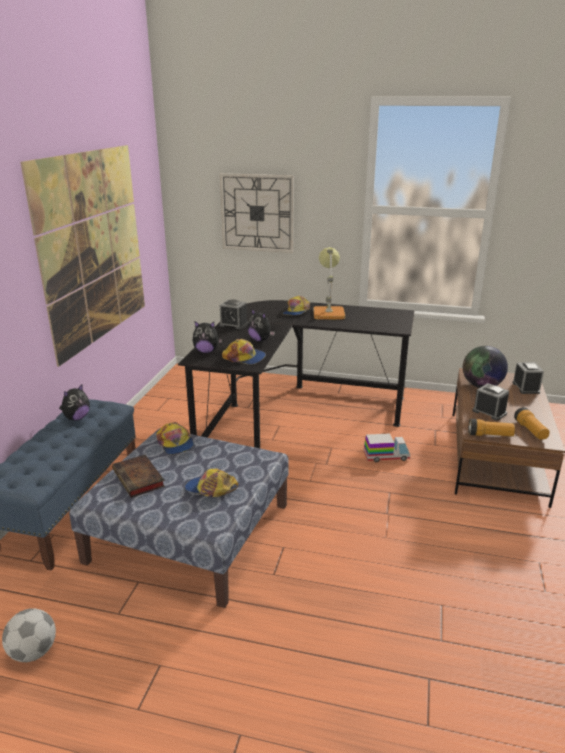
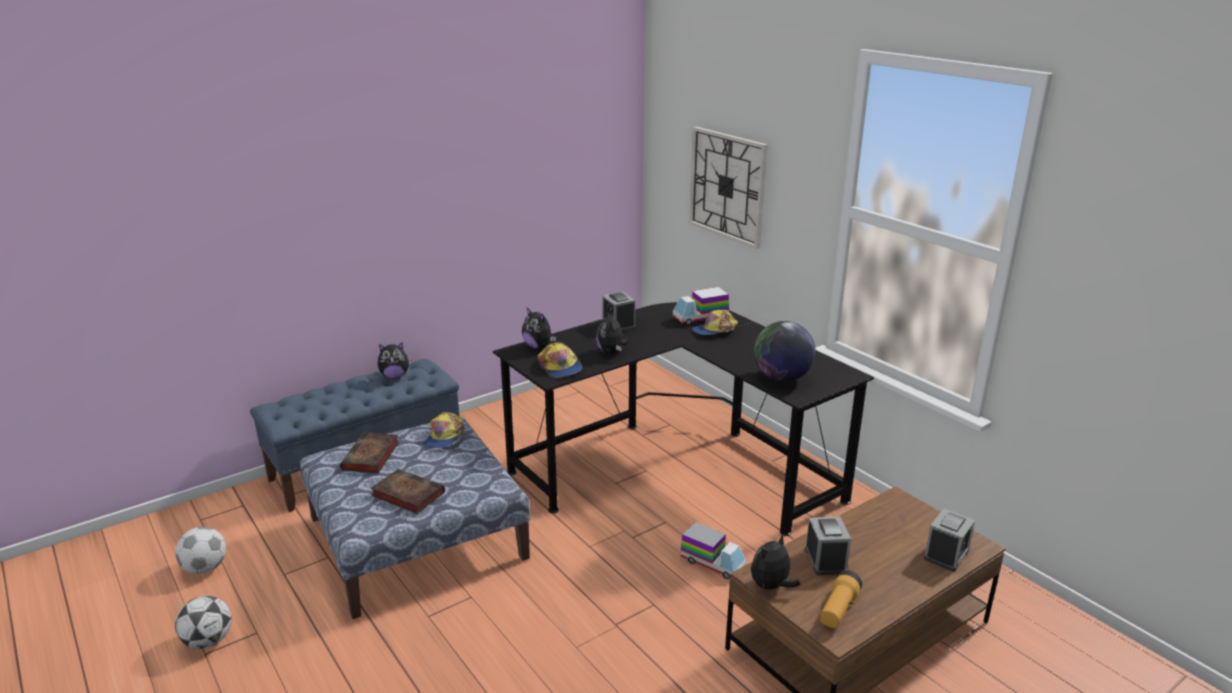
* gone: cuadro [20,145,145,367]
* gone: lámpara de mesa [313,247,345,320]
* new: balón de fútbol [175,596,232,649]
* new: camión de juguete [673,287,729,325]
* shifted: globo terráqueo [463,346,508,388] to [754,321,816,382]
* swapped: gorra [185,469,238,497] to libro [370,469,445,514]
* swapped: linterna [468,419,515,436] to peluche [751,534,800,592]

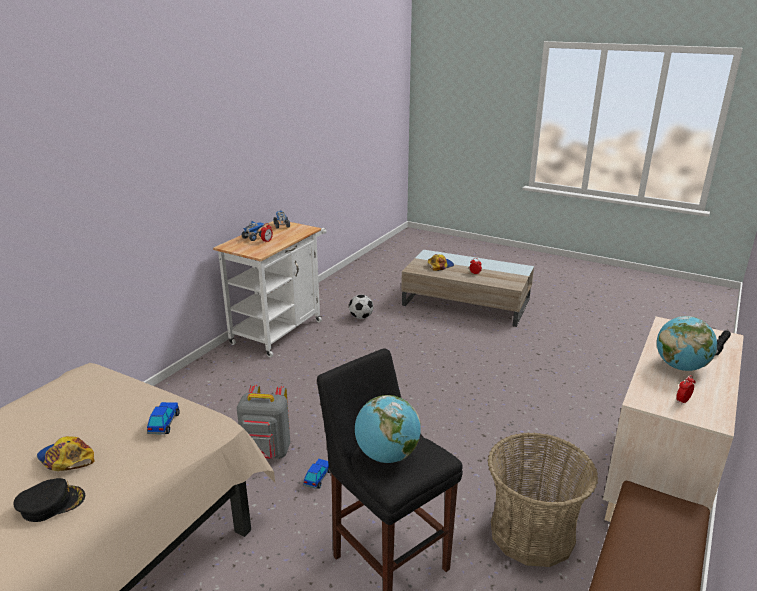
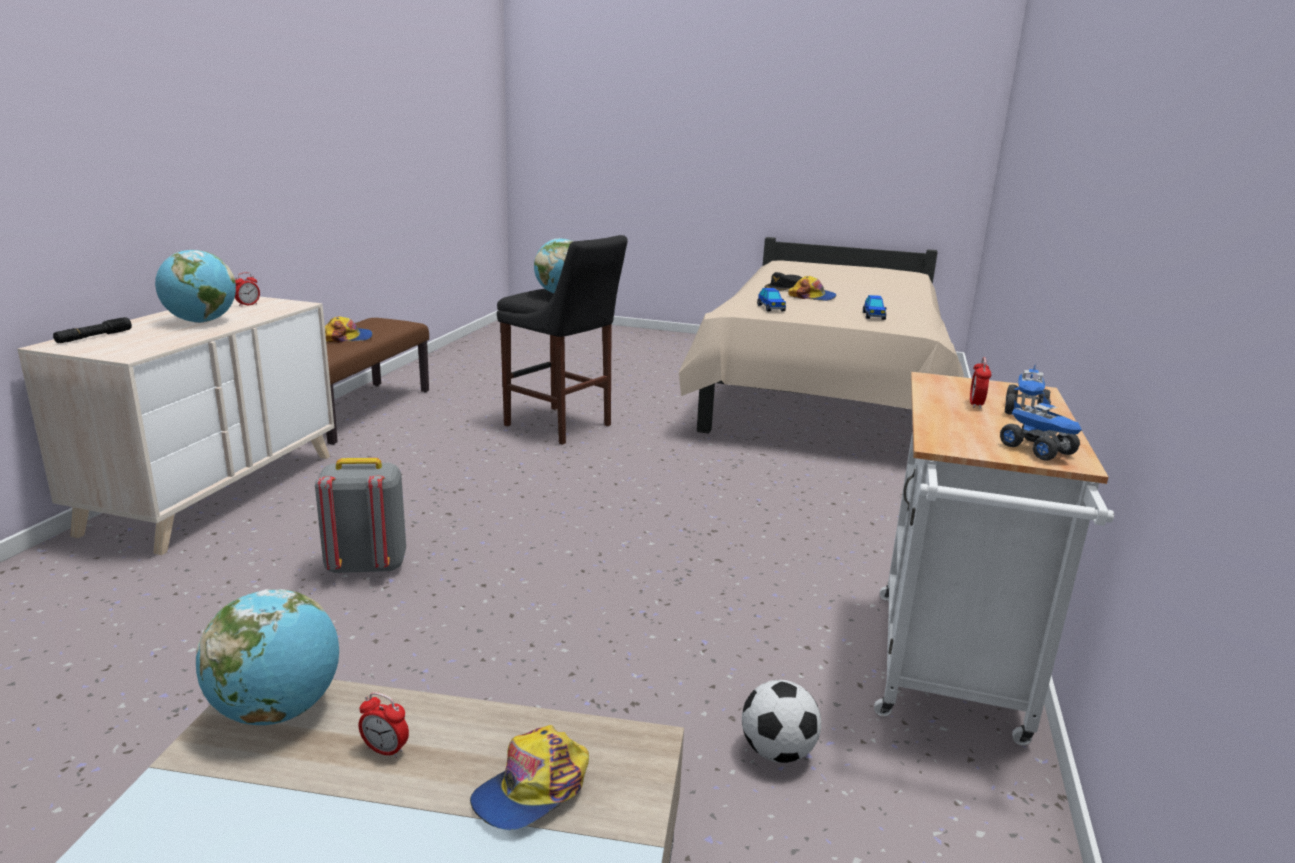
* gone: cesta [487,432,598,567]
* new: globo terráqueo [196,589,339,725]
* new: gorra [325,316,373,343]
* shifted: mochila (gris) [237,384,290,459] to [315,458,406,575]
* shifted: coche de juguete [303,459,330,489] to [863,295,887,320]

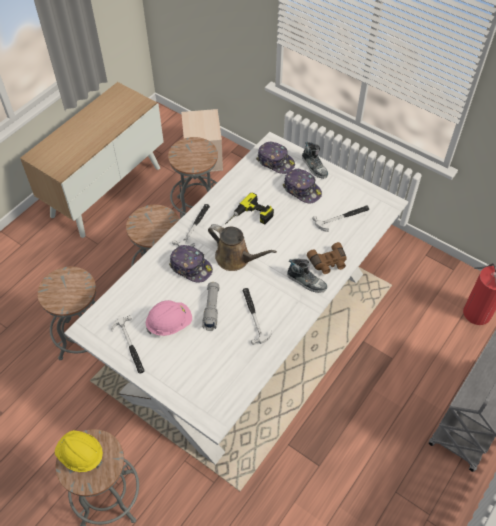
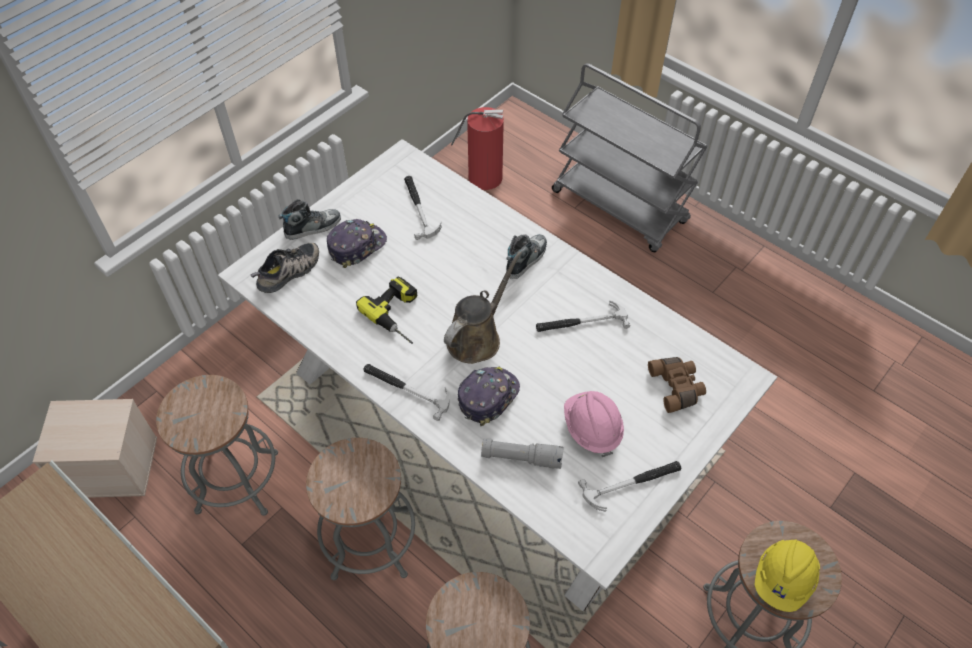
* shifted: linterna (gris) [202,282,219,331] to [481,438,563,469]
* shifted: prismáticos (marrón) [307,242,347,274] to [648,357,706,413]
* swapped: gorra [256,142,295,174] to zapato [251,243,319,293]

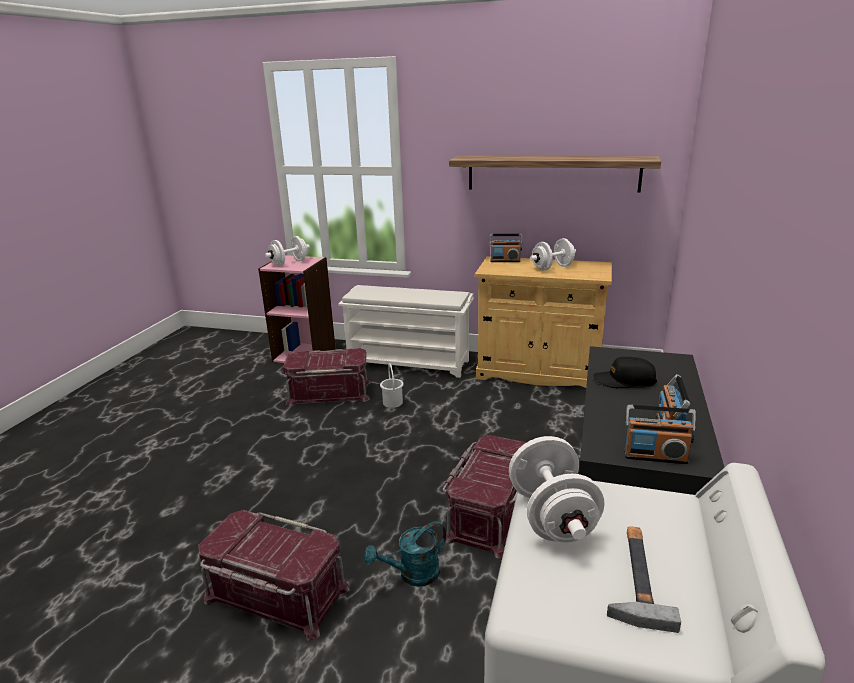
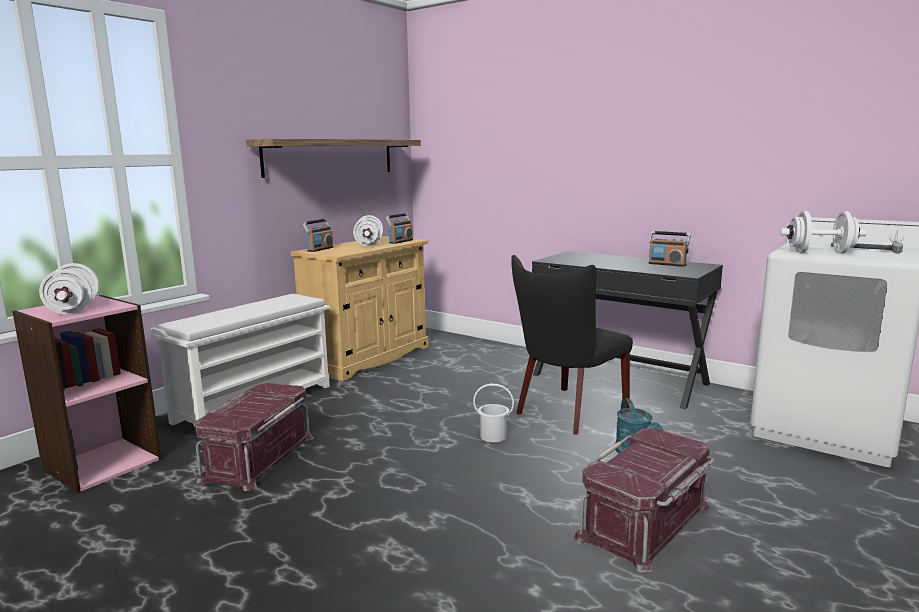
* gone: gorra (negro) [593,357,657,388]
* shifted: cubo (blanco) [380,363,404,408] to [473,384,514,442]
* shifted: radio [624,405,696,464] to [386,213,413,244]
* swapped: caja de almacenaje (rojo) [443,435,527,558] to silla (negro) [511,255,633,435]

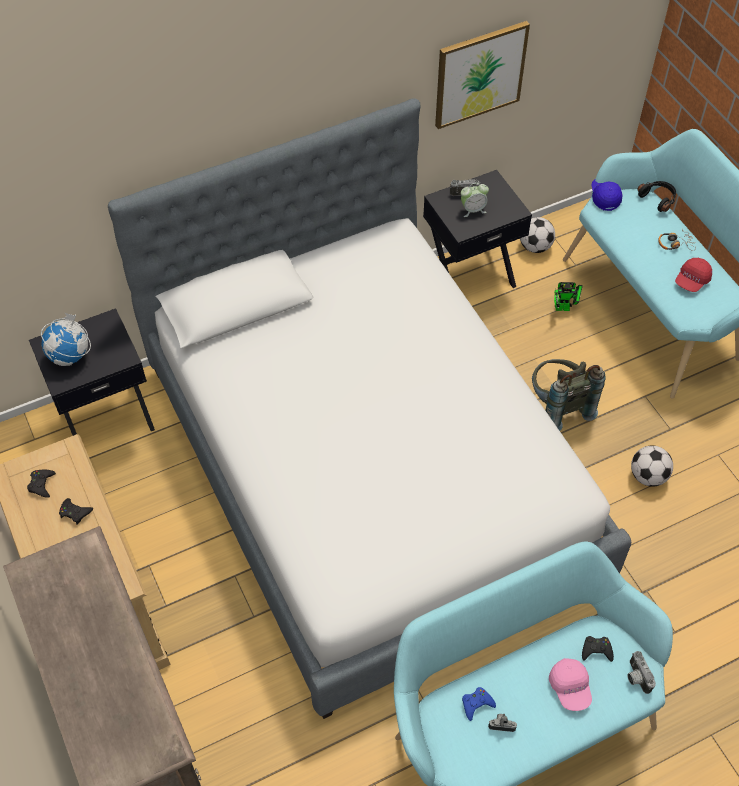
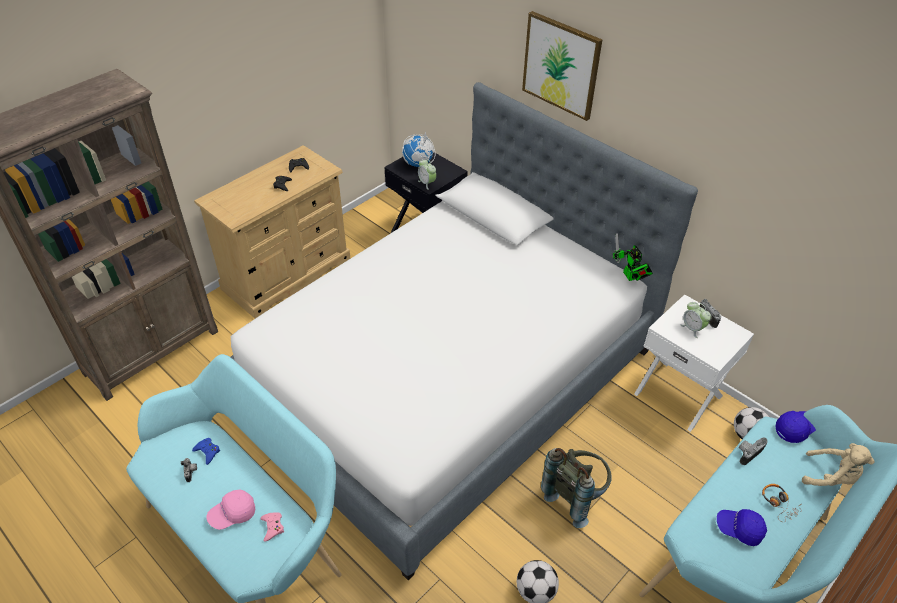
* new: despertador [418,159,436,190]
* shifted: cuadro [435,21,530,129] to [522,11,602,121]
* shifted: robot de juguete [554,282,583,311] to [613,233,653,281]
* shifted: cámara [627,651,656,694] to [739,437,768,465]
* swapped: auriculares (negro) [637,181,676,212] to peluche (beis) [802,443,875,486]
* repainted: mesita de noche (negro) [423,170,532,288] to mesita de noche (blanco) [634,294,754,432]
* repainted: mando de consola (negro) [582,636,614,662] to mando de consola (rosa) [260,512,284,542]
* repainted: gorra (rojo) [675,258,712,292] to gorra (azul) [717,509,767,546]

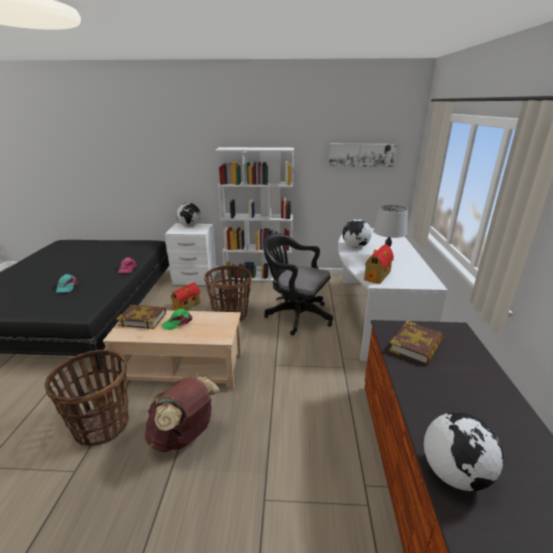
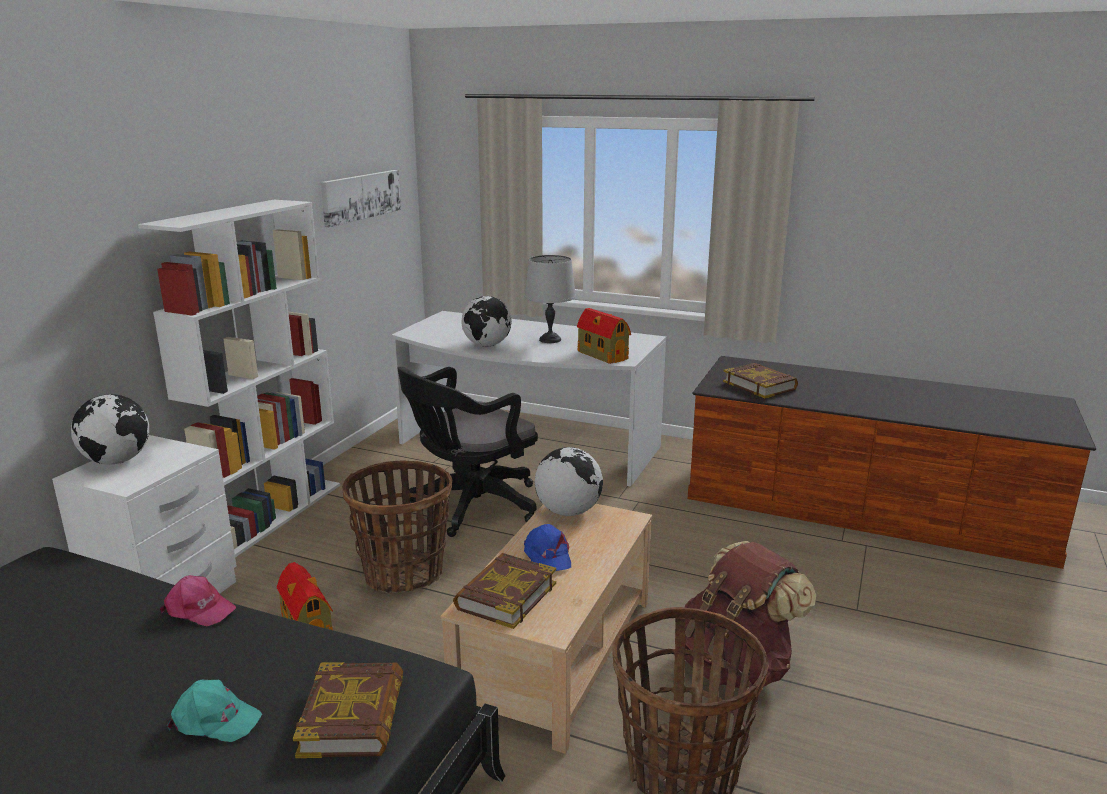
* new: libro [293,662,403,758]
* shifted: globo terráqueo [424,412,504,491] to [535,447,603,516]
* repainted: gorra (verde) [162,308,192,330] to gorra (azul) [524,524,571,571]

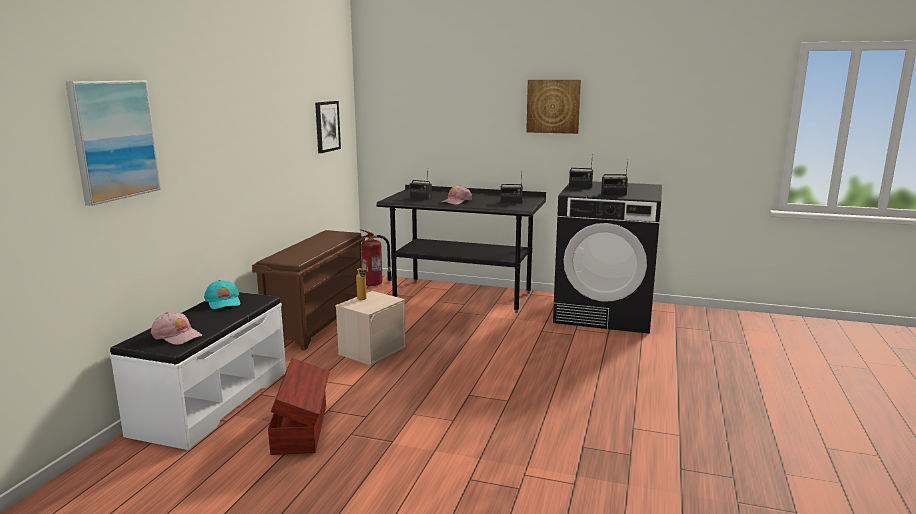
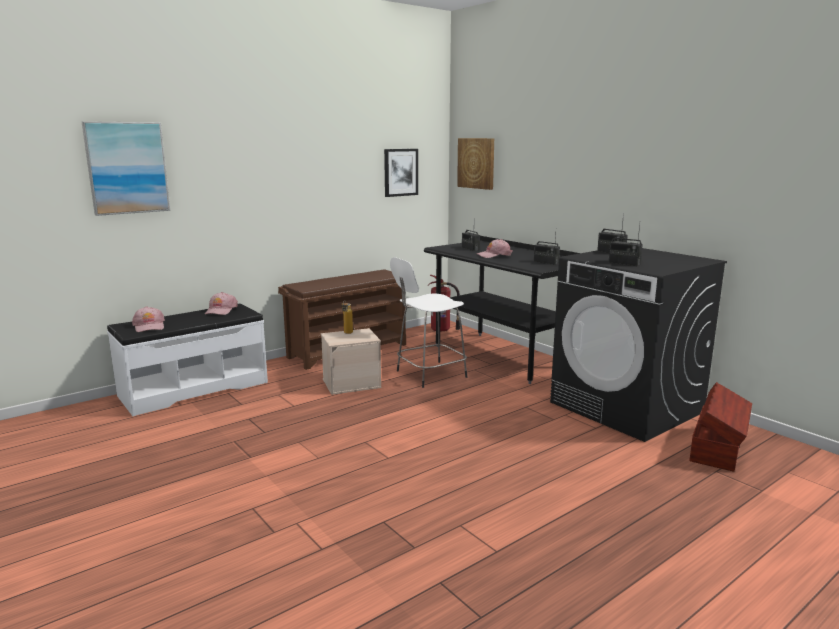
* new: taburete (blanco) [390,257,467,388]
* shifted: caja de almacenaje (marrón) [268,358,330,455] to [689,382,752,472]
* shifted: cuadro [526,80,581,134] to [457,138,494,190]
* repainted: gorra (turquesa) [204,280,240,309] to gorra (rosa) [205,292,238,315]

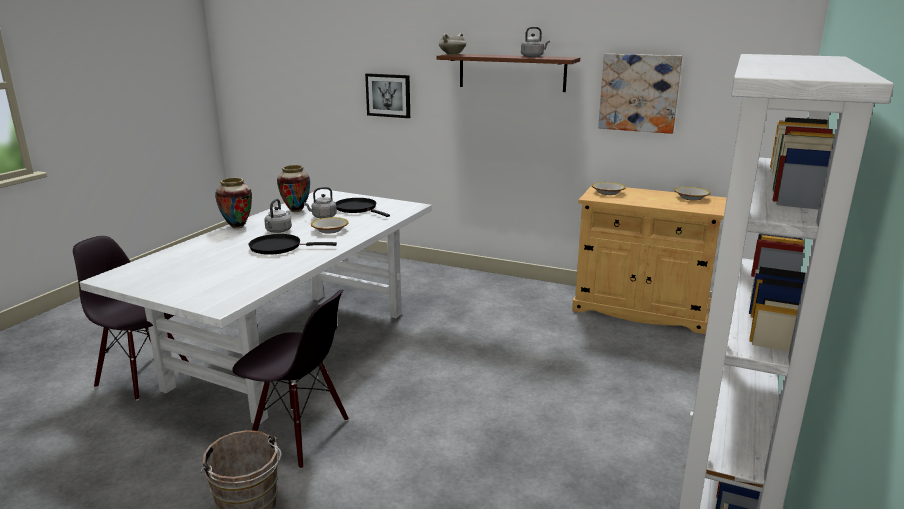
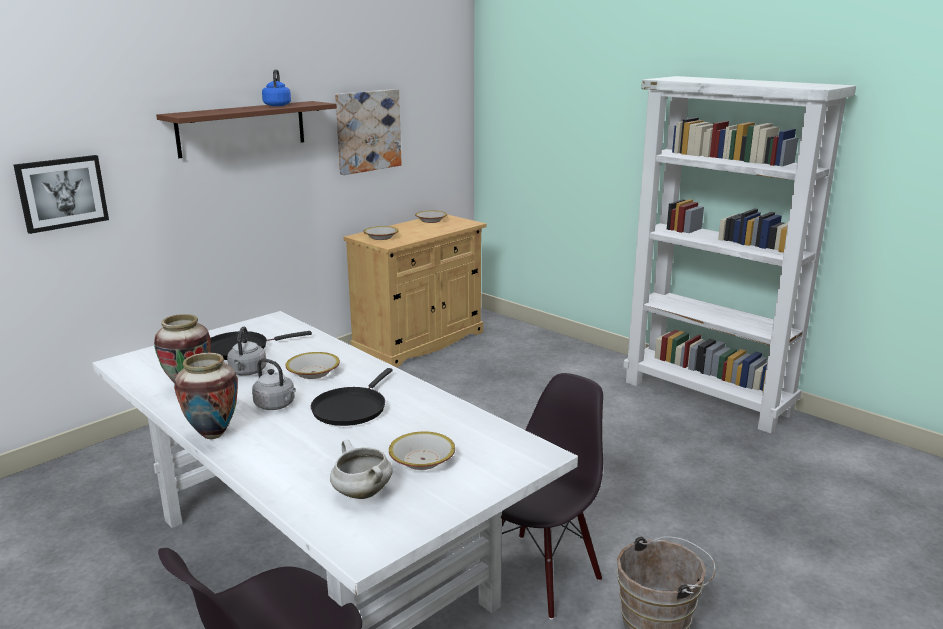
* new: cuenco [389,431,455,470]
* shifted: olla (blanco) [439,33,466,55] to [330,440,393,499]
* repainted: hervidor (gris) [521,27,550,57] to hervidor (azul) [262,69,291,106]

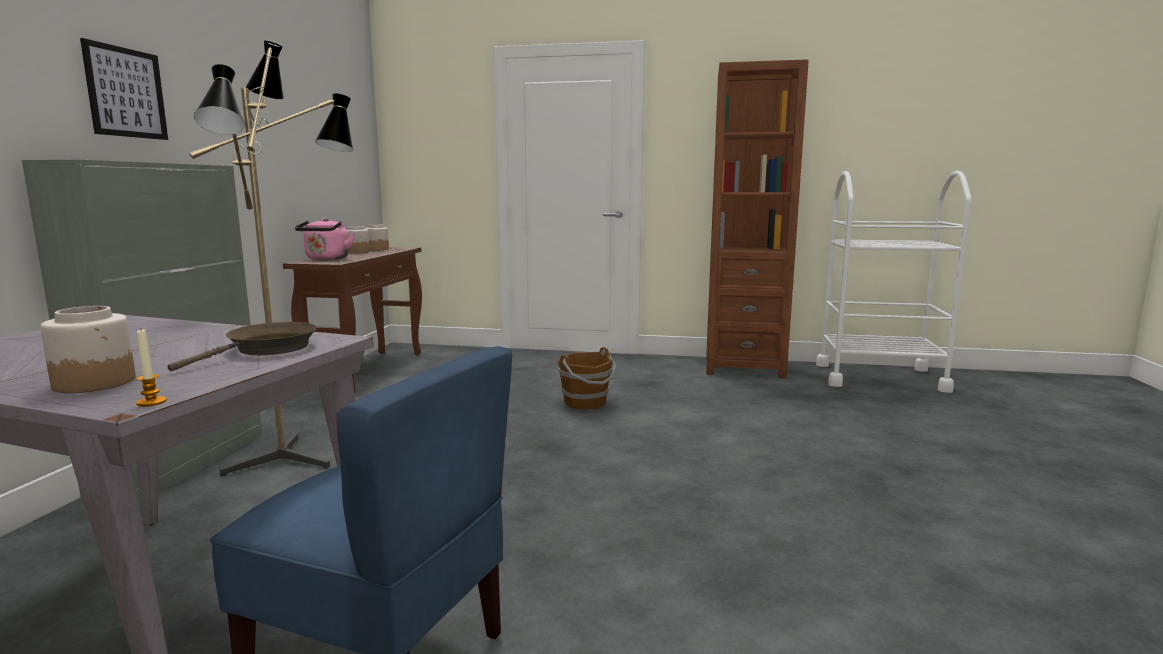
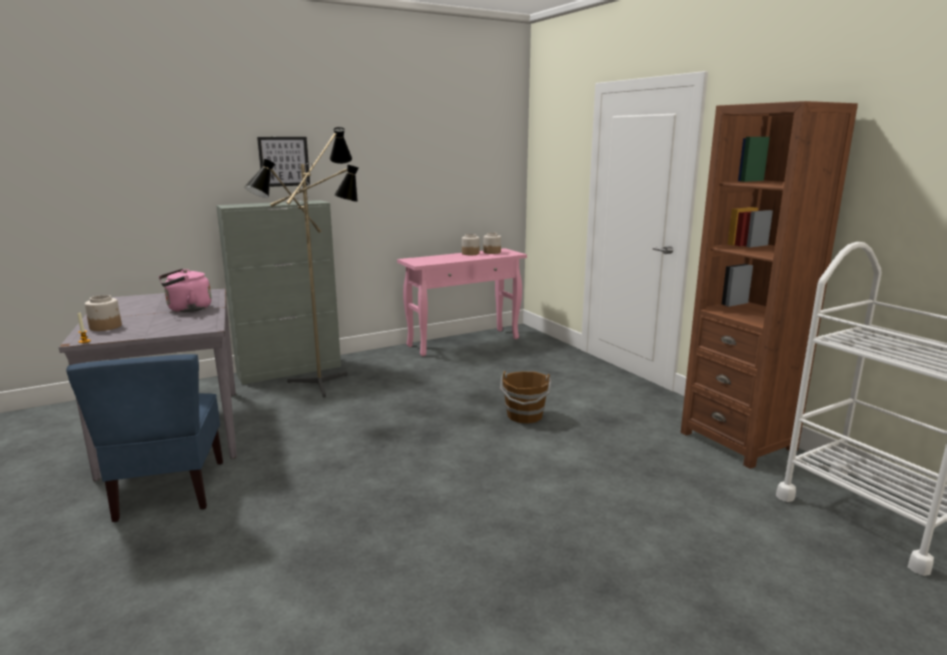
* gone: sartén (marrón) [167,322,317,371]
* shifted: hervidor (rosa) [295,218,355,260] to [159,269,212,312]
* repainted: mesa consola (marrón) [283,247,422,393] to mesa consola (rosa) [397,248,527,356]

